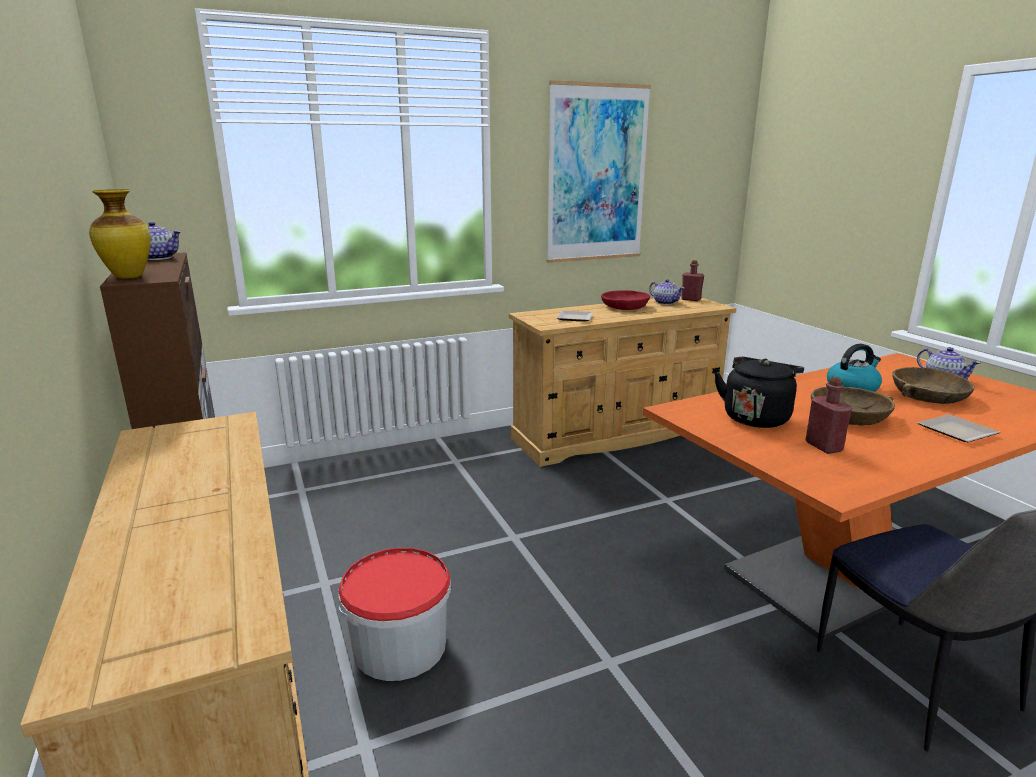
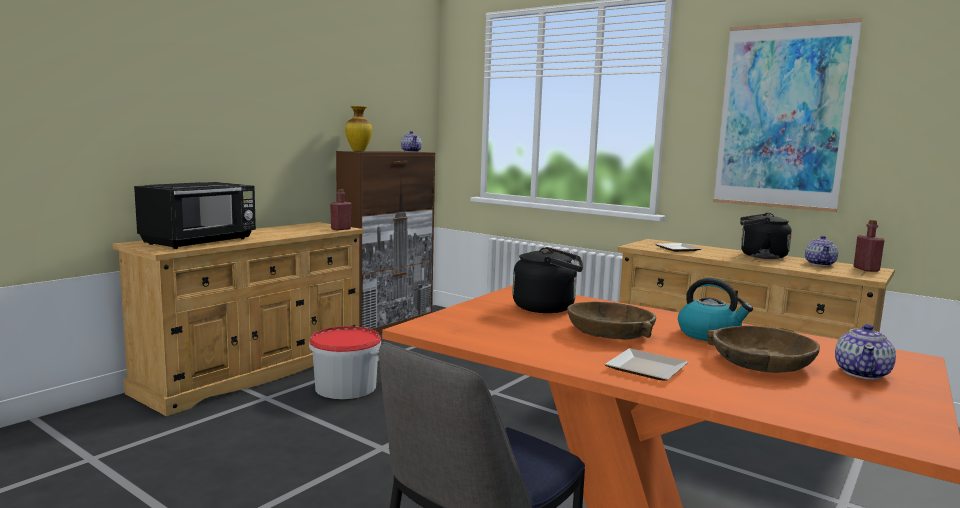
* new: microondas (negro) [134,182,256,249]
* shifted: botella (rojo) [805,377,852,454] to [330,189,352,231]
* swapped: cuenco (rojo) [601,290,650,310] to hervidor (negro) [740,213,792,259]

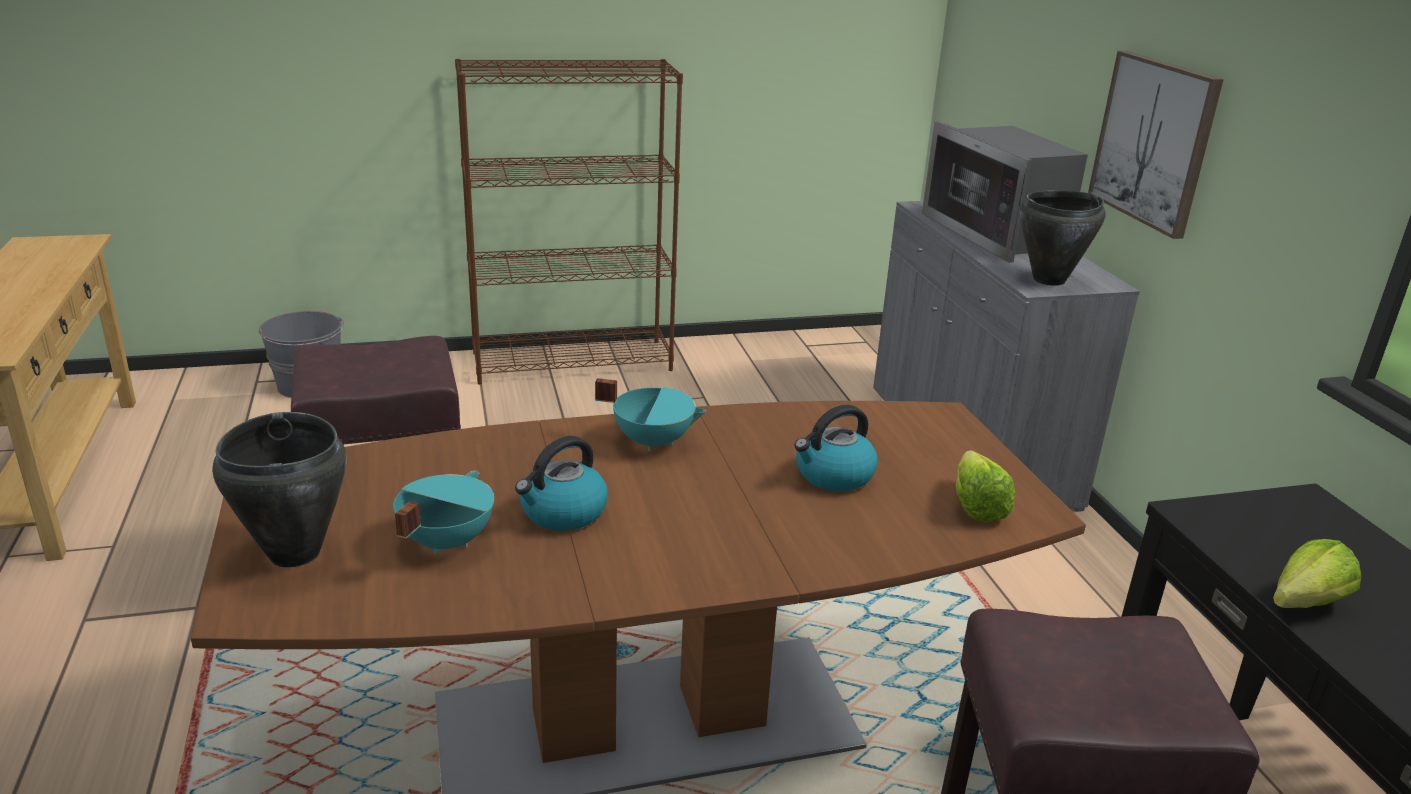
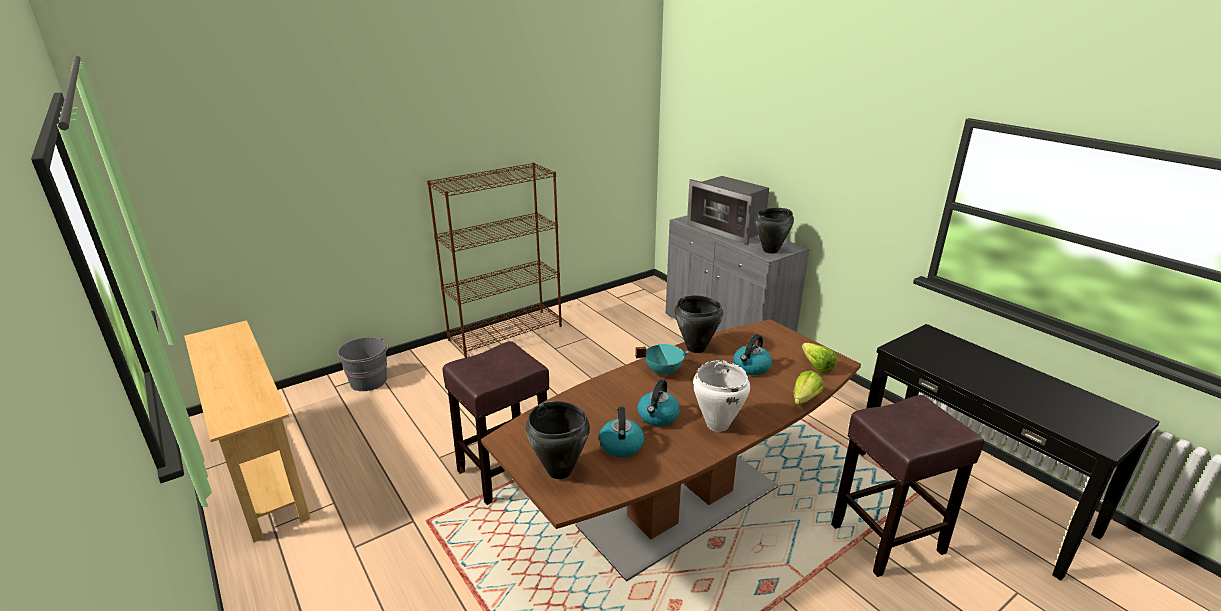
* gone: cuadro [1088,51,1224,239]
* new: olla (negro) [675,295,723,353]
* new: olla (blanco) [693,360,750,432]
* shifted: lechuga [1273,539,1361,608] to [794,371,824,405]
* swapped: olla (turquesa) [393,471,494,554] to hervidor [599,407,644,457]

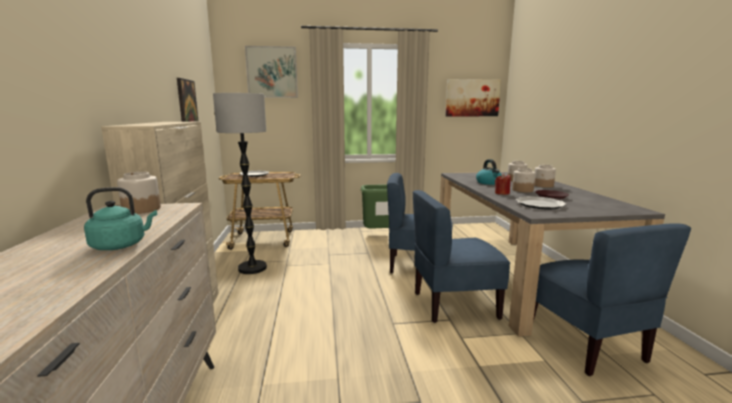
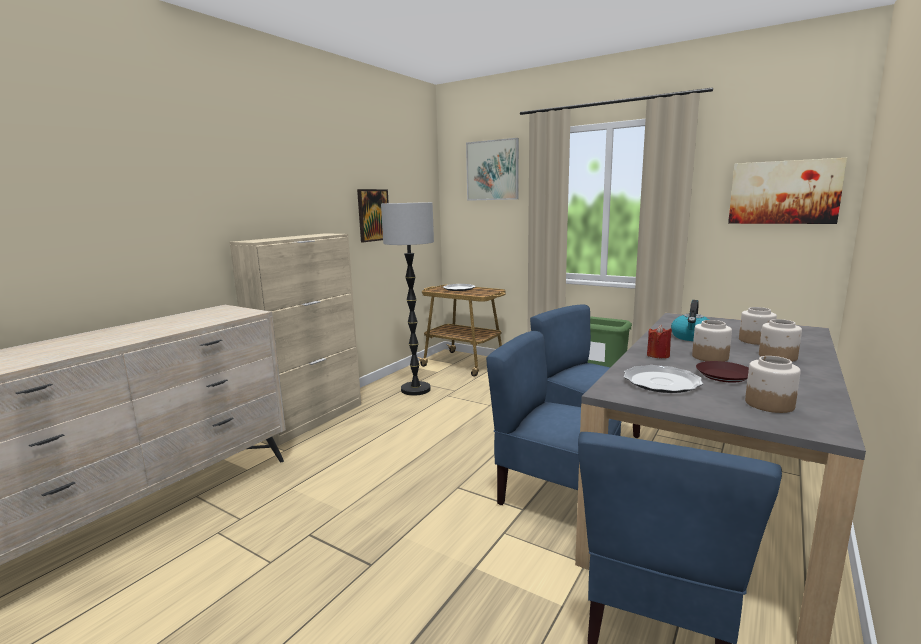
* gone: hervidor (turquesa) [84,187,157,250]
* shifted: tarro [117,172,161,214] to [745,356,801,413]

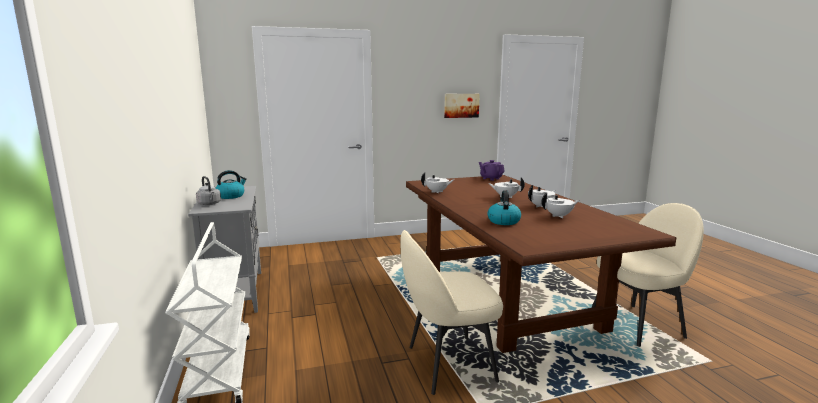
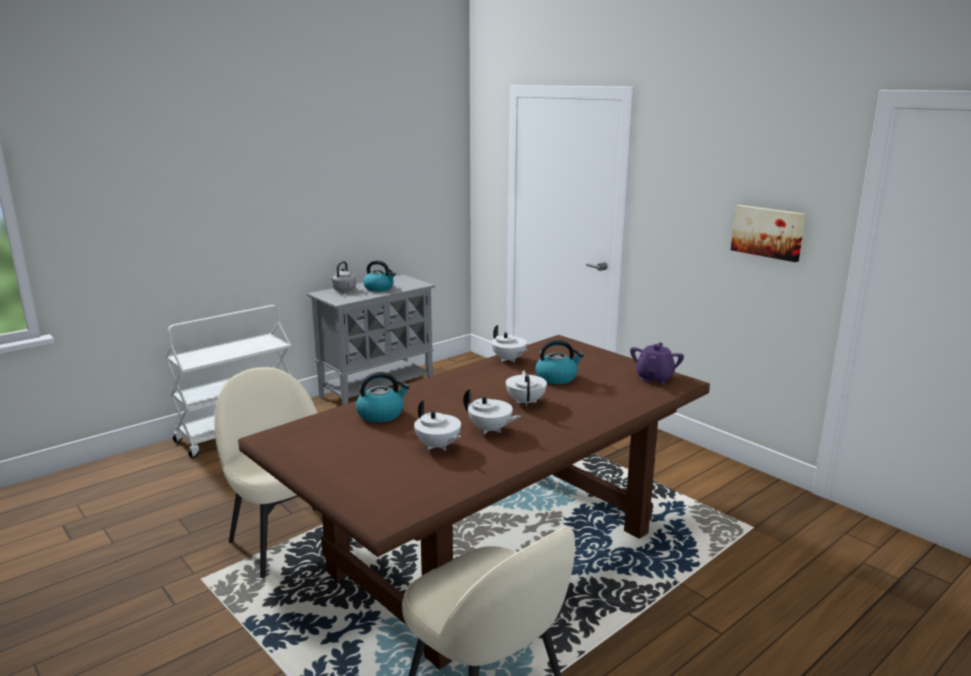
* new: hervidor [535,340,584,384]

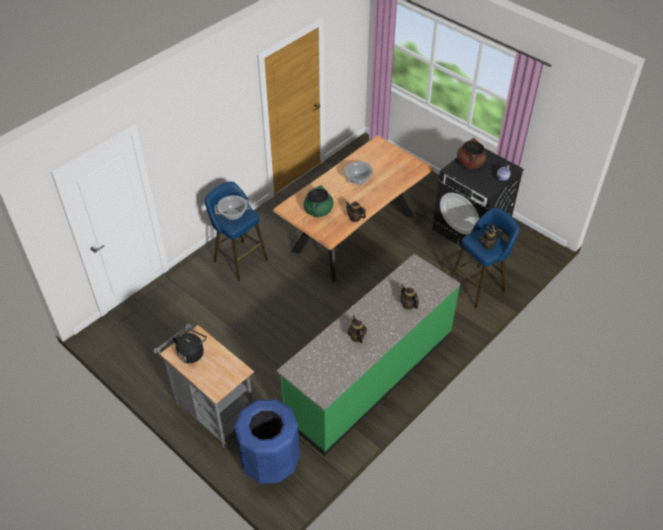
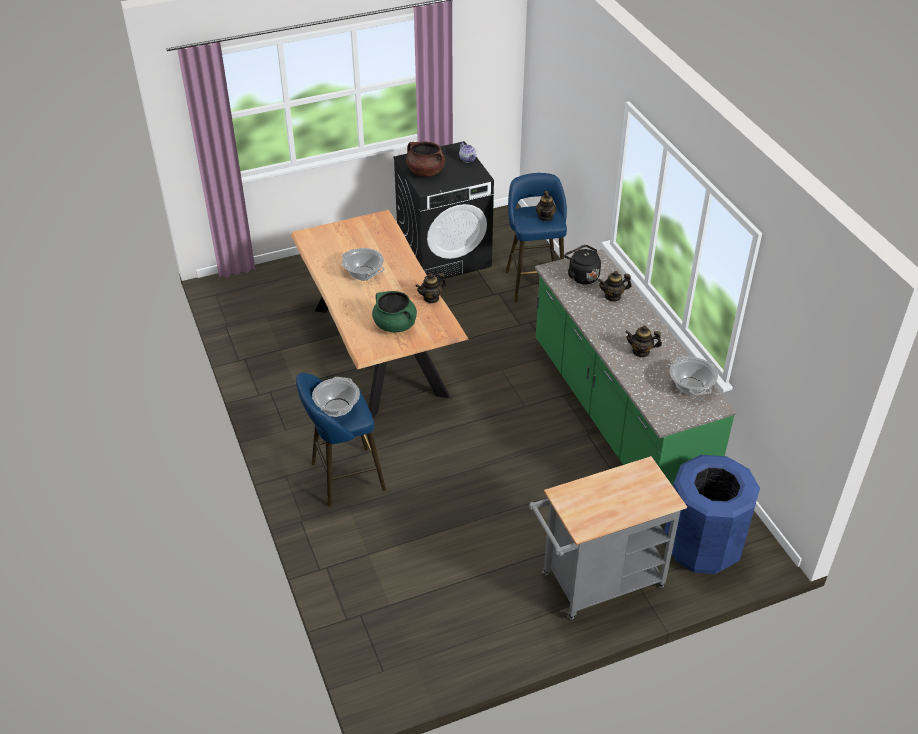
* new: olla [670,356,718,395]
* shifted: hervidor (negro) [173,328,207,363] to [564,245,601,284]

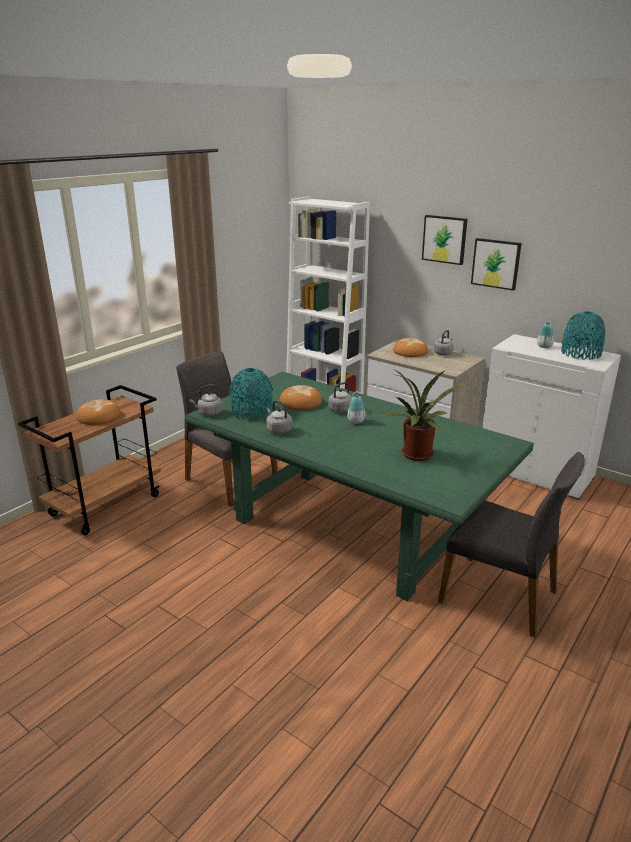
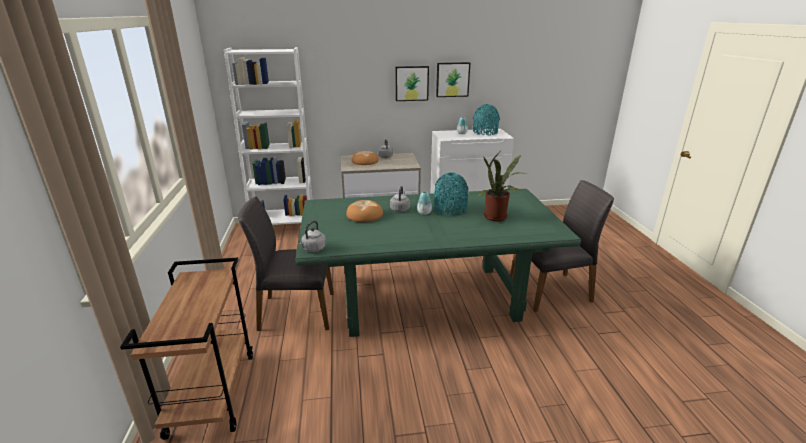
* gone: pan [76,399,121,425]
* gone: hervidor (gris) [266,400,292,434]
* shifted: florero (turquesa) [229,368,273,420] to [434,172,468,216]
* shifted: cuadro [422,215,467,265] to [436,62,470,97]

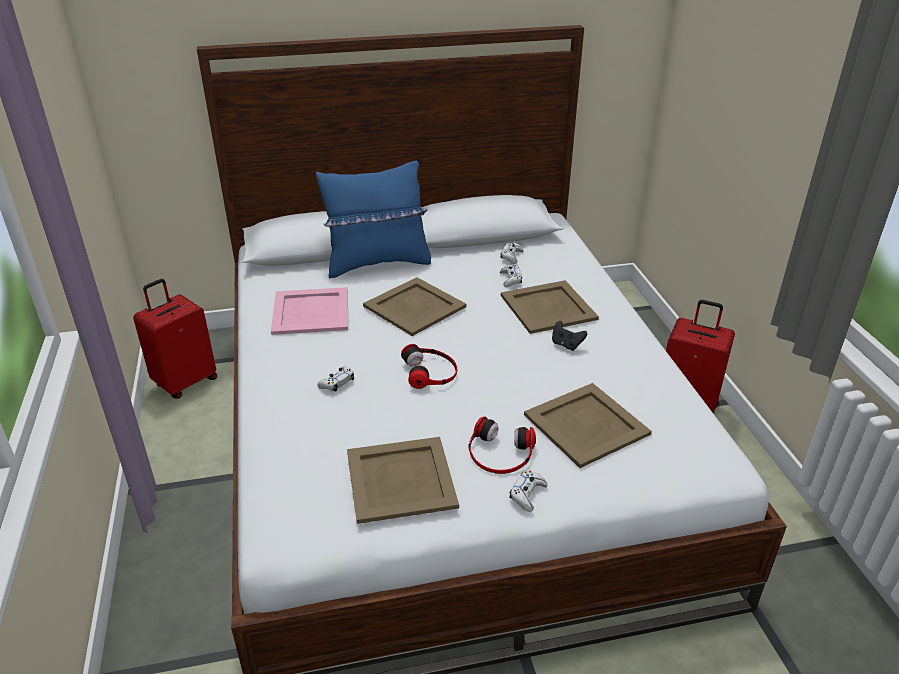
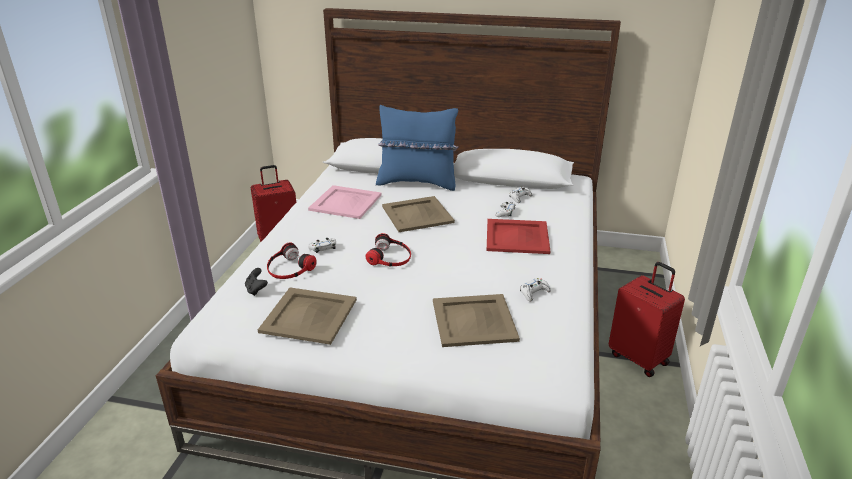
* shifted: auriculares [469,416,536,474] to [267,242,317,279]
* shifted: mando de consola (blanco) [509,471,547,512] to [520,278,551,302]
* shifted: mando de consola (negro) [552,321,587,351] to [245,268,268,296]
* repainted: bandeja (beis) [501,280,599,334] to bandeja (rojo) [487,219,551,254]

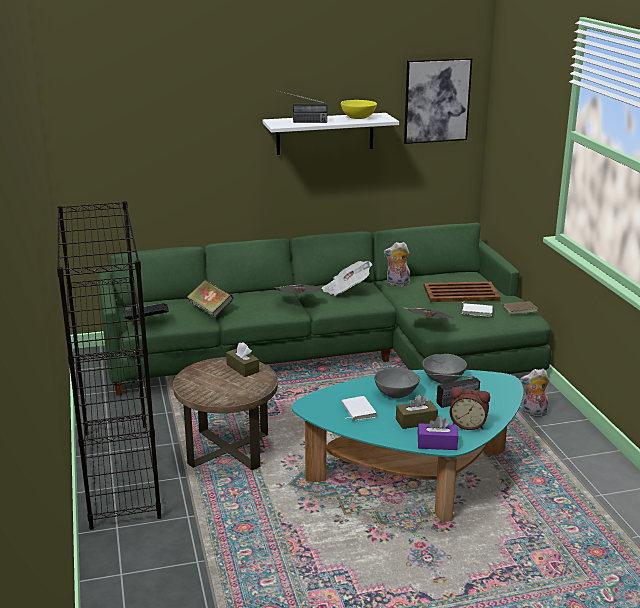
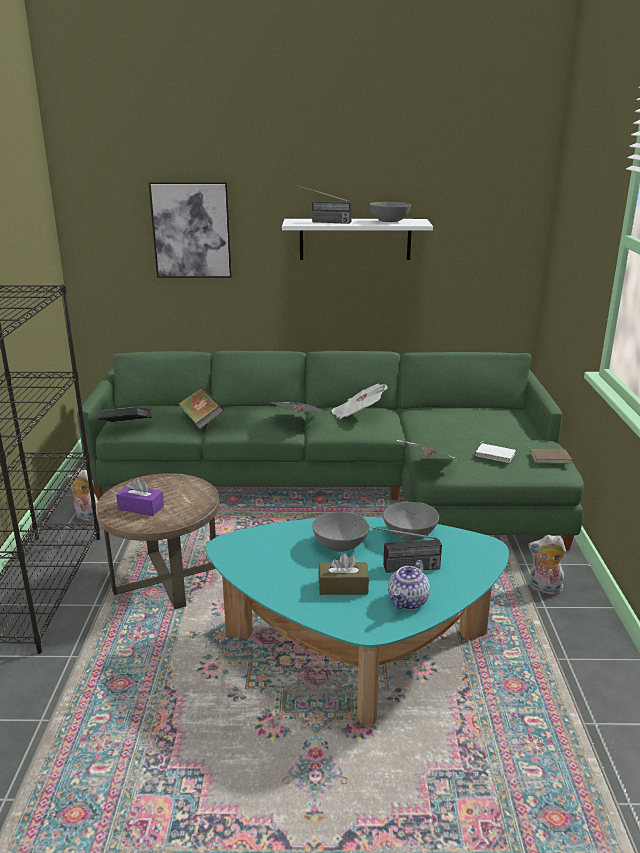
* gone: caja de pañuelos (marrón) [226,343,259,377]
* gone: libro (blanco) [342,396,376,421]
* gone: bandeja (marrón) [424,281,500,302]
* shifted: peluche [384,242,410,286] to [67,469,98,521]
* shifted: cuadro [404,58,472,144] to [149,182,232,278]
* shifted: caja de pañuelos (morado) [418,416,458,450] to [116,478,164,516]
* swapped: despertador [450,387,490,430] to tetera [388,560,430,610]
* repainted: cuenco (amarillo) [341,100,377,119] to cuenco (gris) [370,202,411,222]

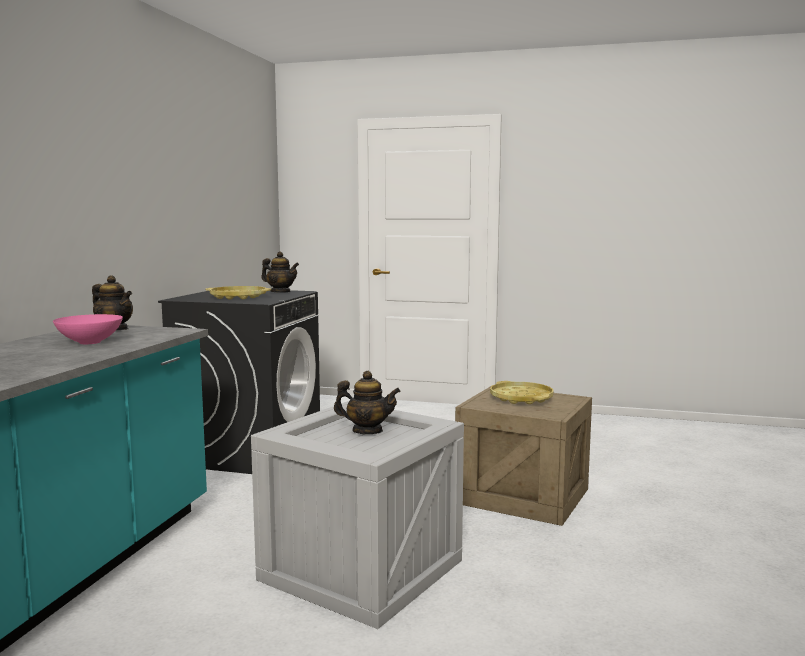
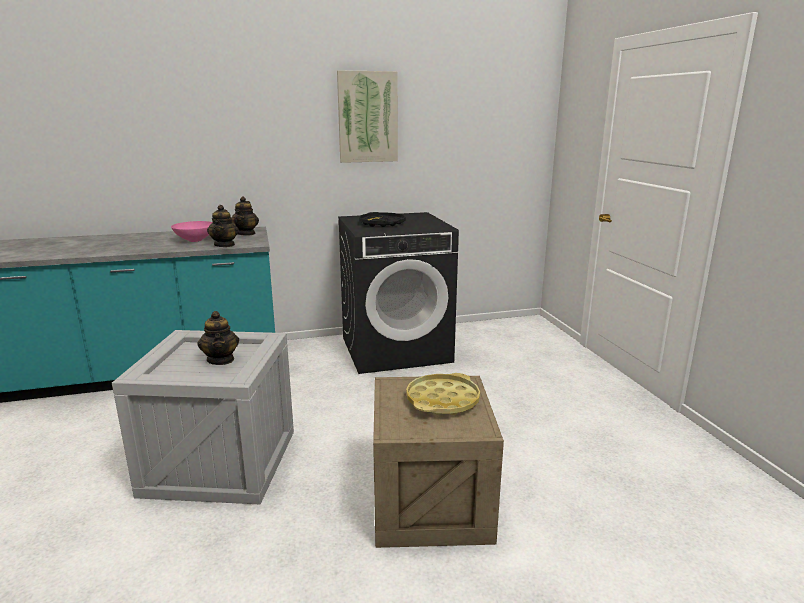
* new: cuadro [337,70,398,163]
* shifted: tetera [261,252,299,293] to [207,205,239,247]
* repainted: bandeja (amarillo) [205,286,271,300] to bandeja (negro) [359,212,406,227]

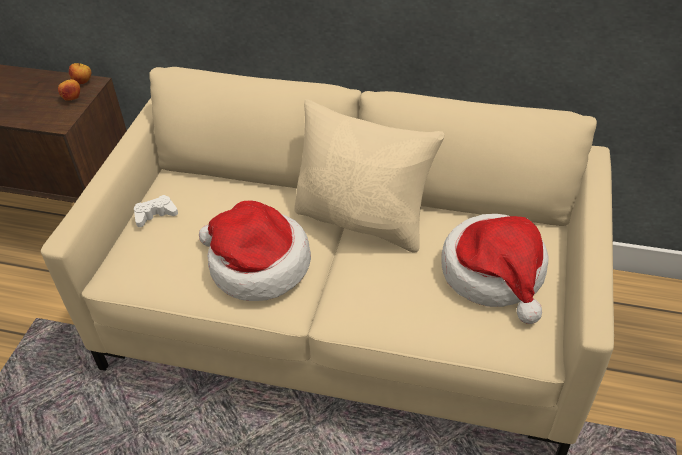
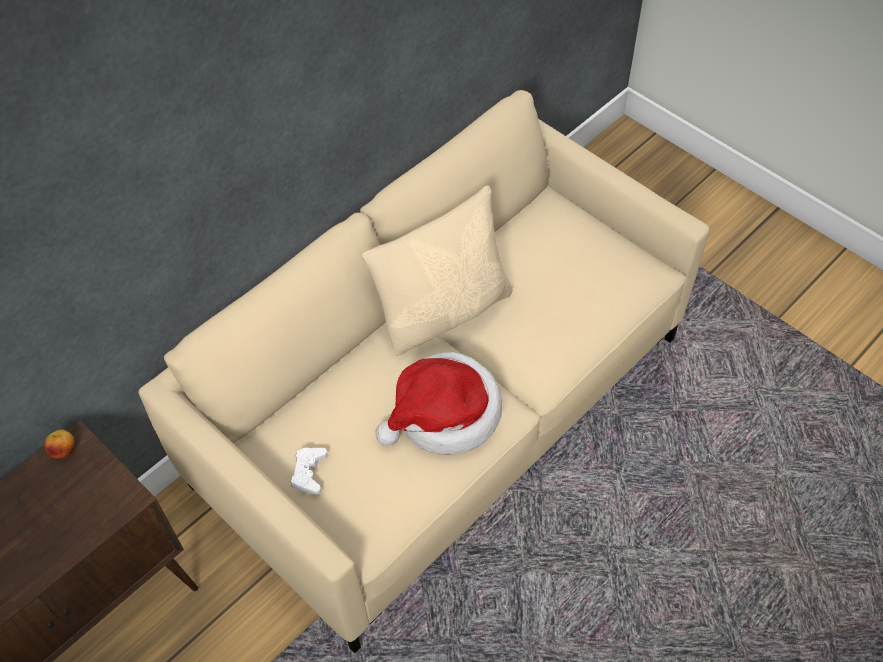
* gone: manzana [58,79,80,101]
* gone: sombrero [442,214,548,324]

